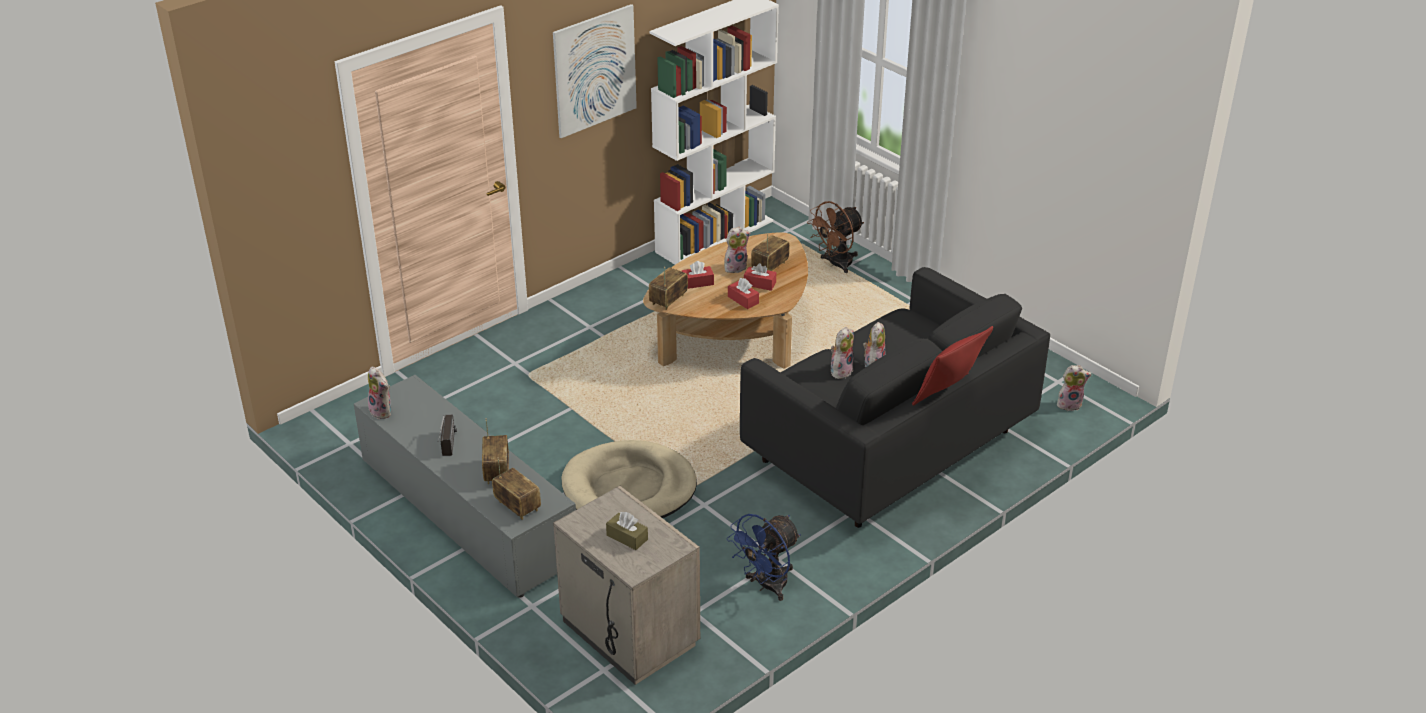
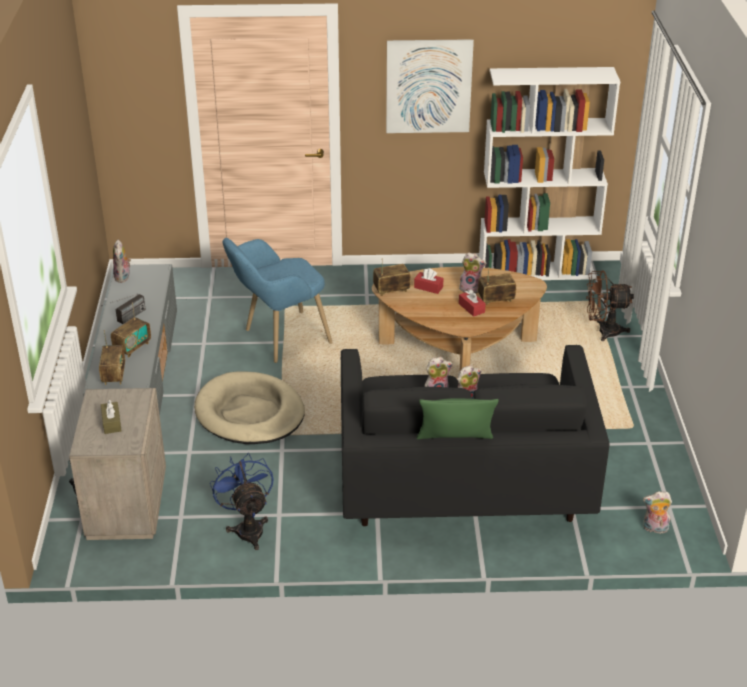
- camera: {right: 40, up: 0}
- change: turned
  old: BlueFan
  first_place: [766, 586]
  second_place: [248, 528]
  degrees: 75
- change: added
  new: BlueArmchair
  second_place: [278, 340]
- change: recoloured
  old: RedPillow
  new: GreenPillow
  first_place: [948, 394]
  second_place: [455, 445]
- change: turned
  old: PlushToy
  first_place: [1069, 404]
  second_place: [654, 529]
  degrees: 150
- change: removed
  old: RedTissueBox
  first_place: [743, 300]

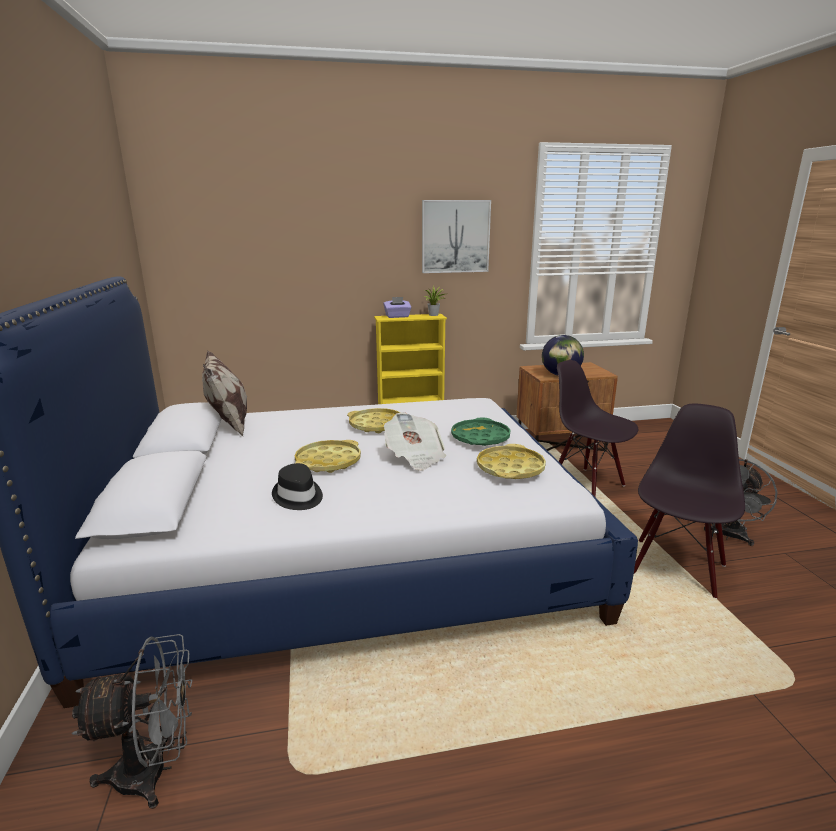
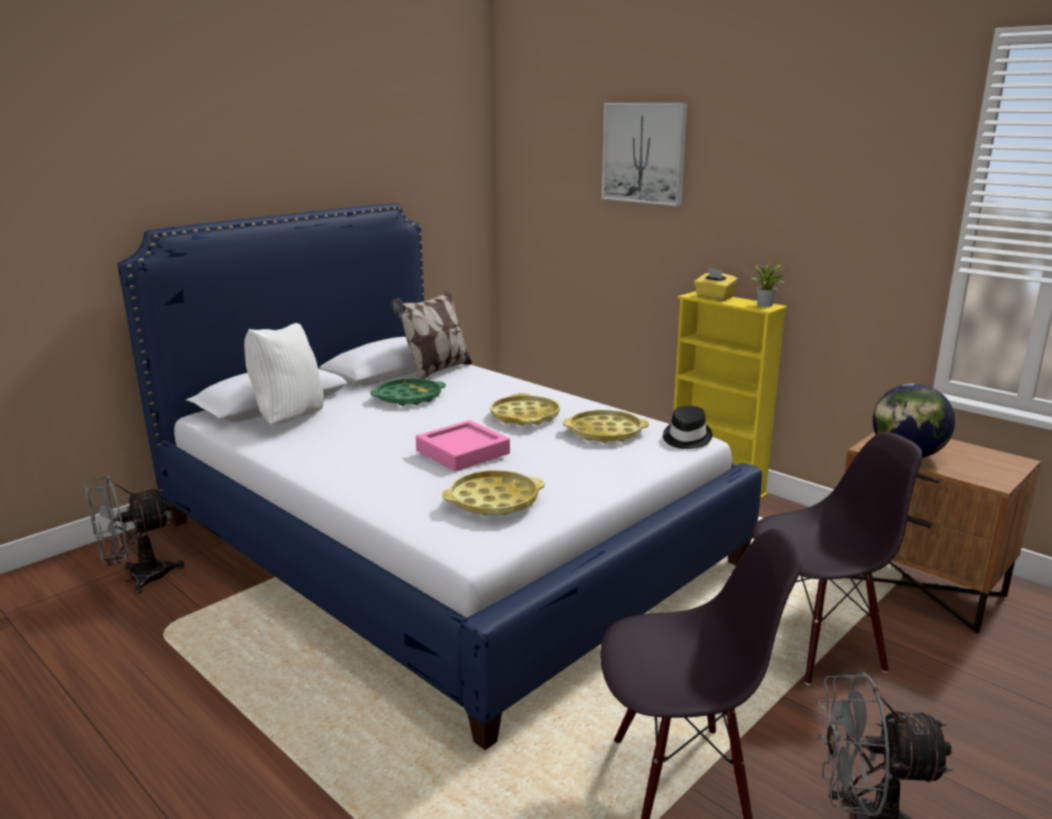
- camera: {right: 55, up: 0}
- change: turned
  old: GreyFan
  first_place: [155, 771]
  second_place: [138, 579]
  degrees: 105
- change: added
  new: WhitePillow
  second_place: [288, 419]
- change: moved
  old: GreenTray
  first_place: [480, 438]
  second_place: [408, 397]
- change: replaced
  old: Newspaper
  new: PinkTray
  first_place: [414, 456]
  second_place: [463, 452]
- change: moved
  old: YellowTray
  first_place: [328, 461]
  second_place: [605, 432]
- change: moved
  old: Picture
  first_place: [455, 236]
  second_place: [644, 153]
- change: moved
  old: BlackHat
  first_place: [298, 496]
  second_place: [686, 438]
- change: recoloured
  old: PurpleTissueBox
  new: YellowTissueBox
  first_place: [397, 316]
  second_place: [714, 297]
- change: turned
  old: BlackChair
  first_place: [587, 486]
  second_place: [816, 645]
  degrees: 60

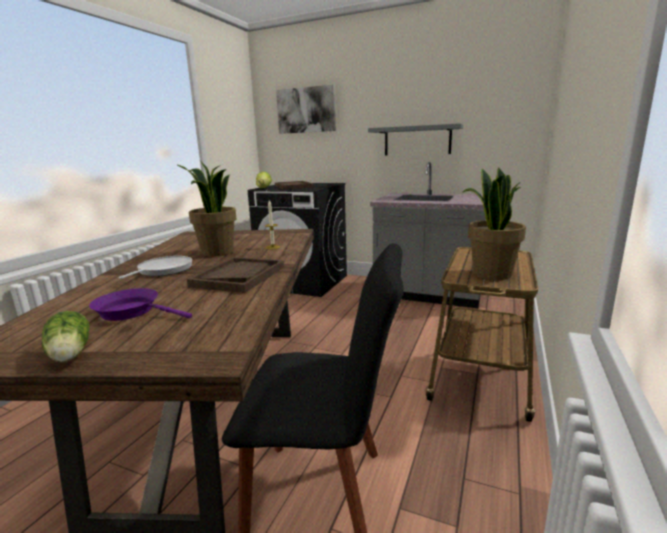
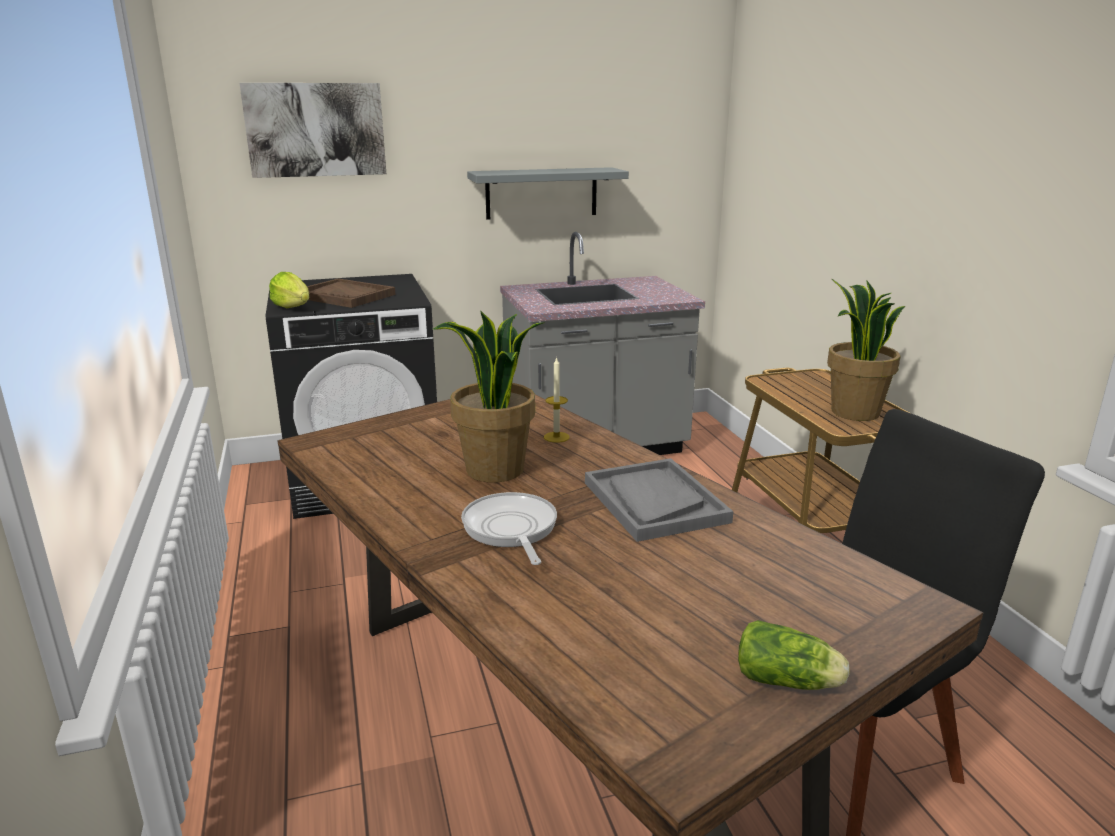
- camera: {right: -40, up: 5}
- change: recoloured
  old: BrownTray
  new: GreyTray
  first_place: [239, 276]
  second_place: [654, 502]
- change: removed
  old: PurpleFryingPan
  first_place: [132, 311]

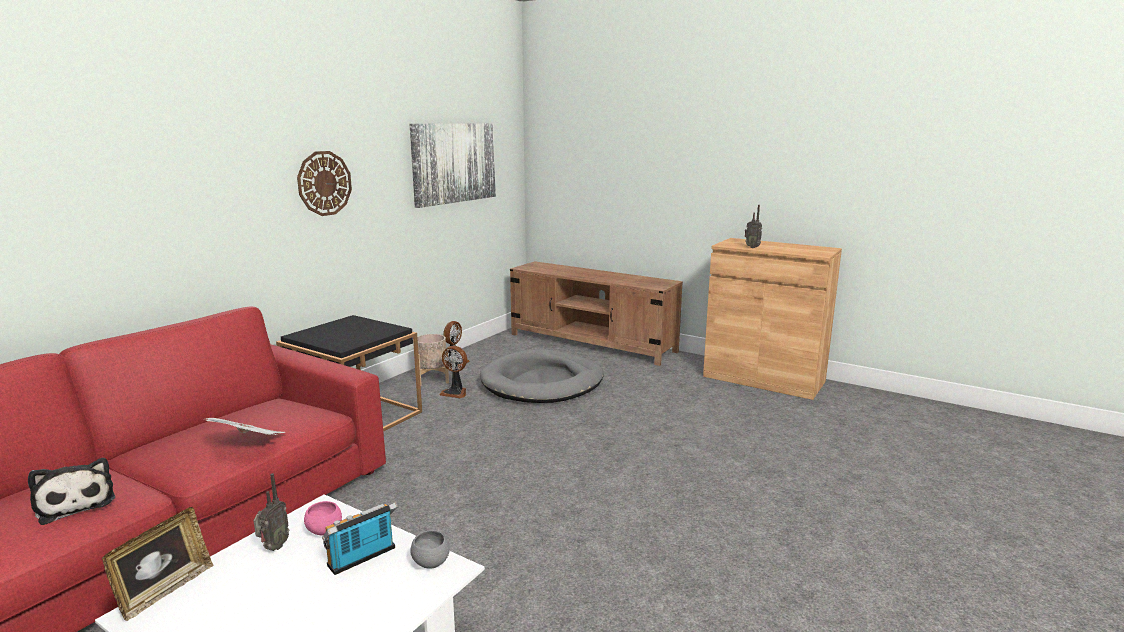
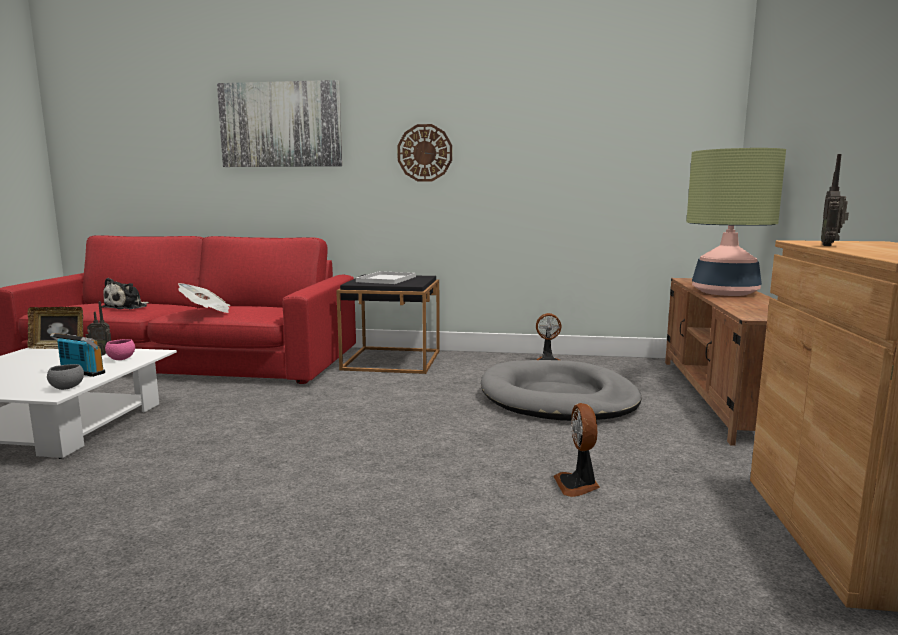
- camera: {right: 65, up: -5}
- change: moved
  old: Picture
  first_place: [454, 163]
  second_place: [280, 125]
- change: added
  new: WhiteTray
  second_place: [386, 279]
- change: moved
  old: Fan
  first_place: [455, 392]
  second_place: [578, 485]
- change: added
  new: TableLamp
  second_place: [725, 292]
- change: removed
  old: BeigePlanter
  first_place: [432, 379]

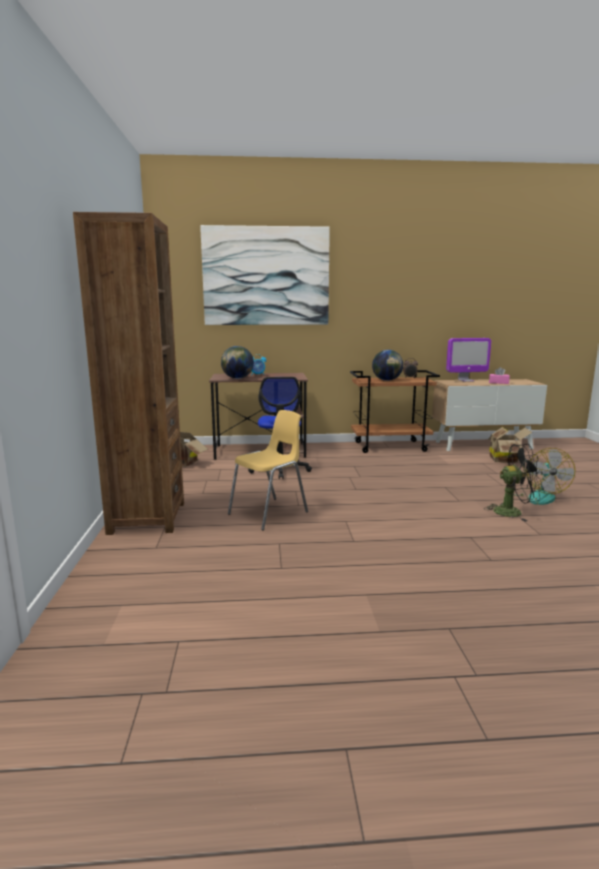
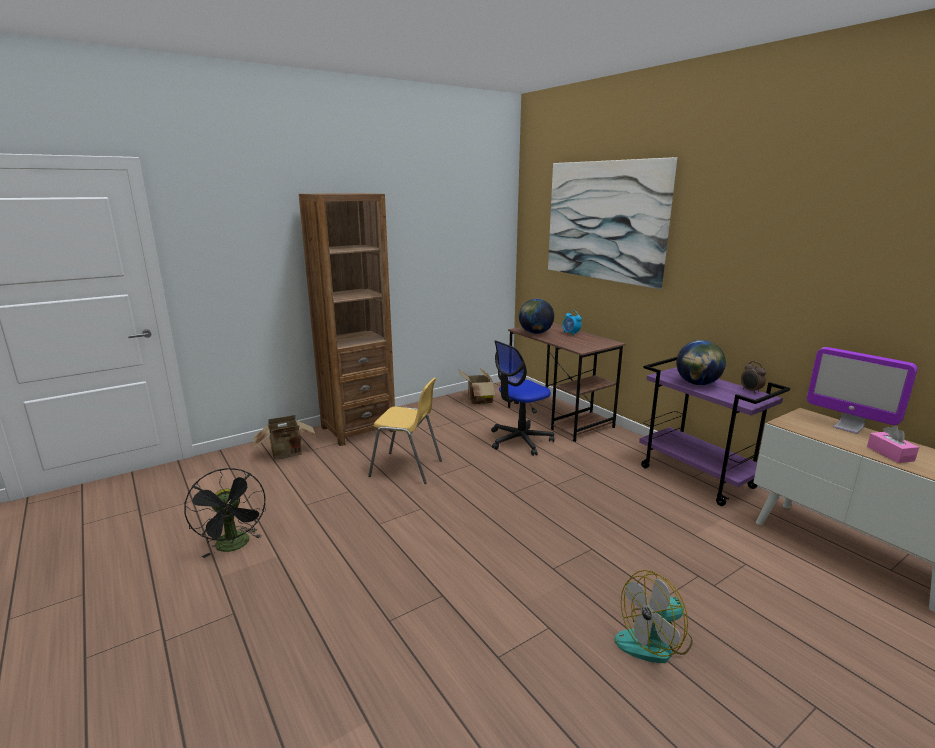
- camera: {right: 60, up: 5}
- change: moved
  old: BlackFan
  first_place: [513, 512]
  second_place: [235, 546]
- change: moved
  old: CardboardBox
  first_place: [505, 459]
  second_place: [288, 454]
- change: recoloured
  old: BrownCart
  new: PurpleCart
  first_place: [390, 446]
  second_place: [698, 477]

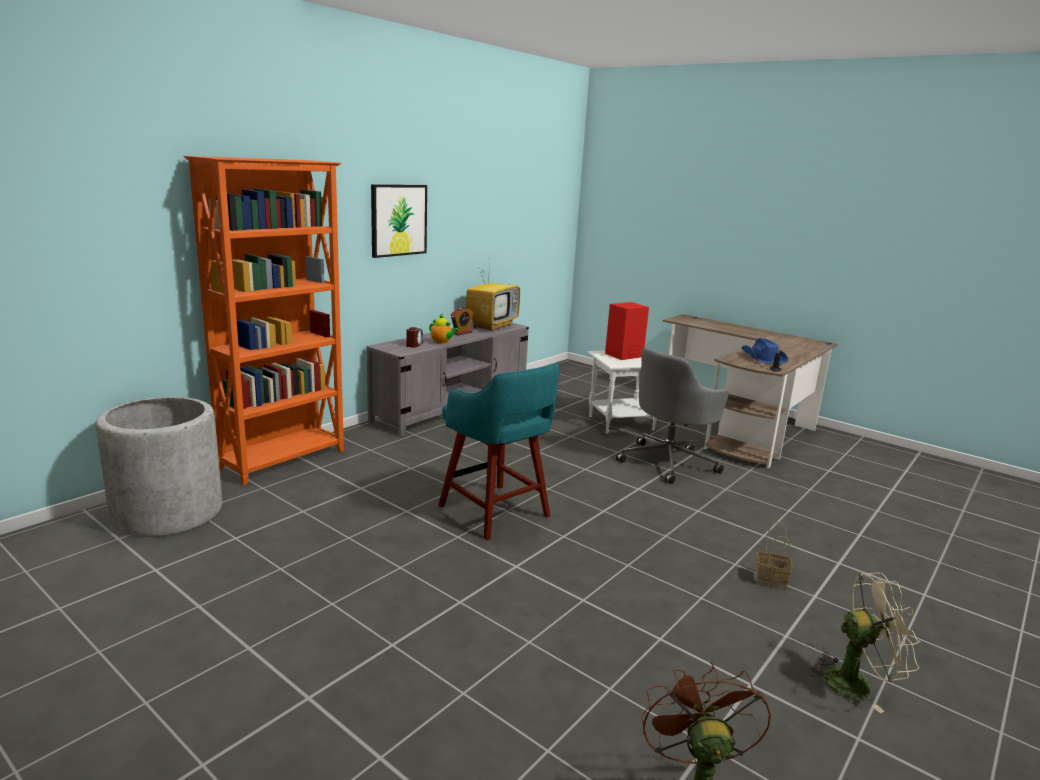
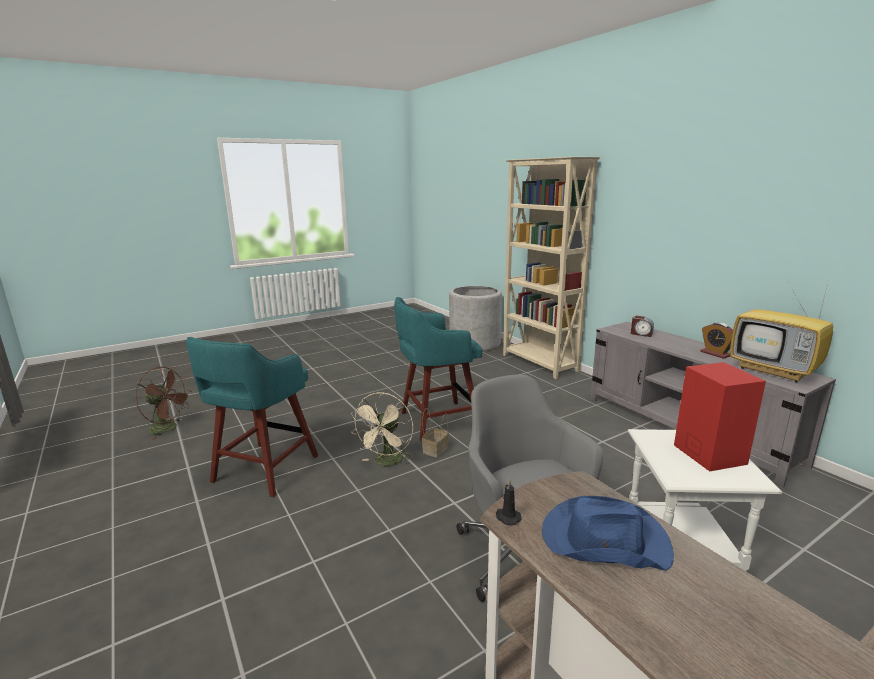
- camera: {right: 110, up: 0}
- change: added
  new: TurquoiseStool
  second_place: [263, 470]
- change: moved
  old: BeigeFan
  first_place: [856, 682]
  second_place: [387, 463]
- change: moved
  old: Basket
  first_place: [771, 580]
  second_place: [435, 450]
- change: recoloured
  old: OrangeBookcase
  new: BeigeBookcase
  first_place: [284, 460]
  second_place: [539, 363]
- change: removed
  old: Picture
  first_place: [398, 220]
- change: removed
  old: Teapot
  first_place: [442, 342]

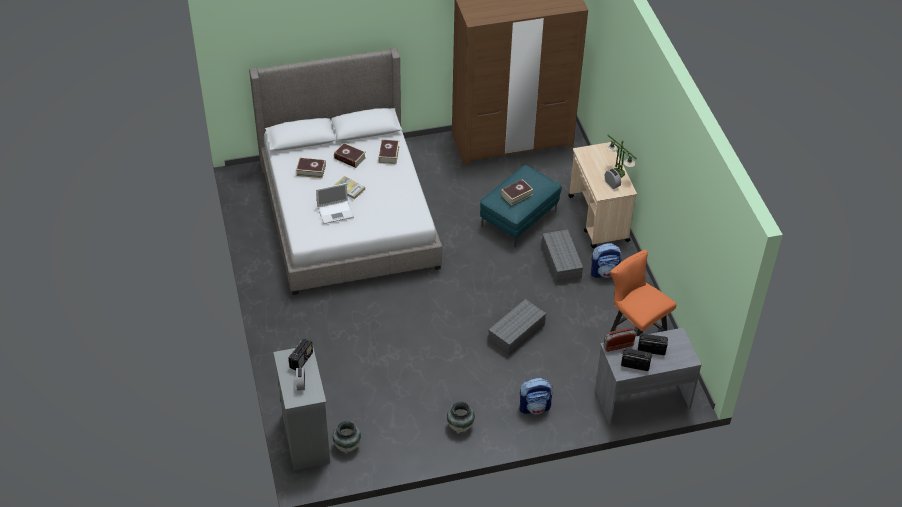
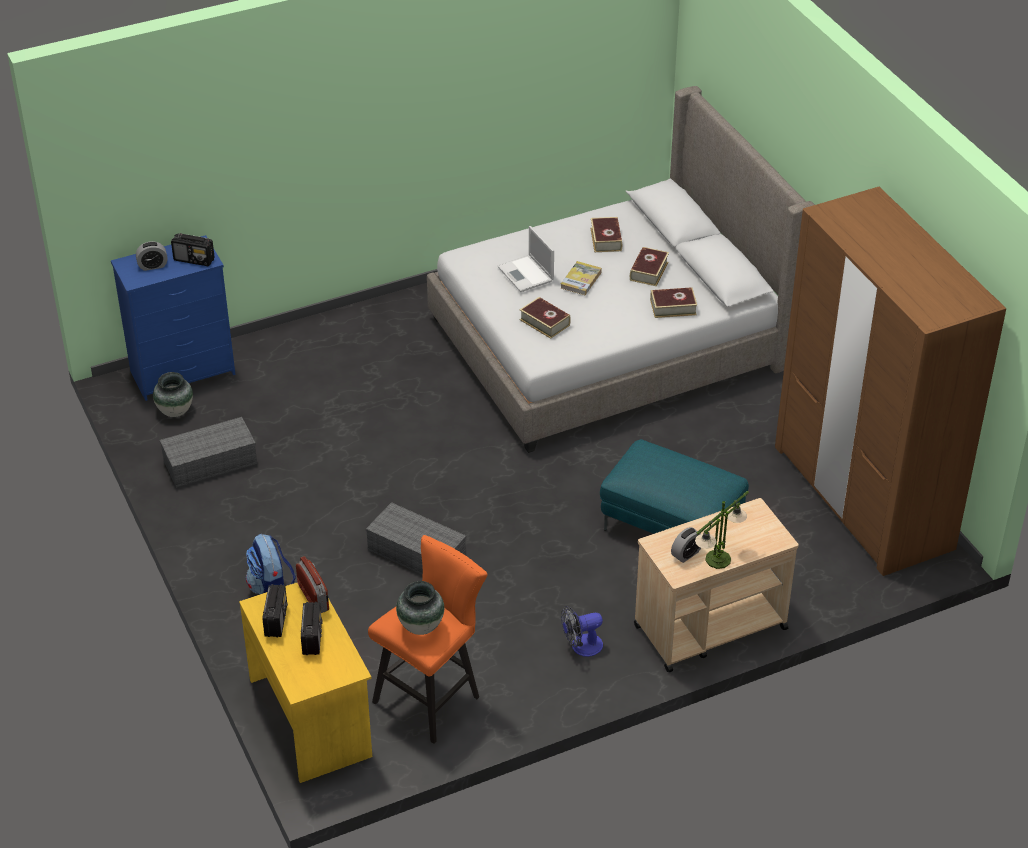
- camera: {right: 80, up: -5}
- change: recoloured
  old: GreyDresser
  new: BlueDresser
  first_place: [306, 438]
  second_place: [184, 373]
- change: moved
  old: GreyStorageBox
  first_place: [562, 262]
  second_place: [209, 463]
- change: recoloured
  old: GreyDesk
  new: YellowDesk
  first_place: [641, 398]
  second_place: [311, 717]
- change: moved
  old: Vase
  first_place: [460, 426]
  second_place: [420, 626]
- change: moved
  old: Book
  first_place: [516, 195]
  second_place: [544, 322]
- change: replaced
  old: Backpack
  new: Fan
  first_place: [604, 272]
  second_place: [581, 646]

